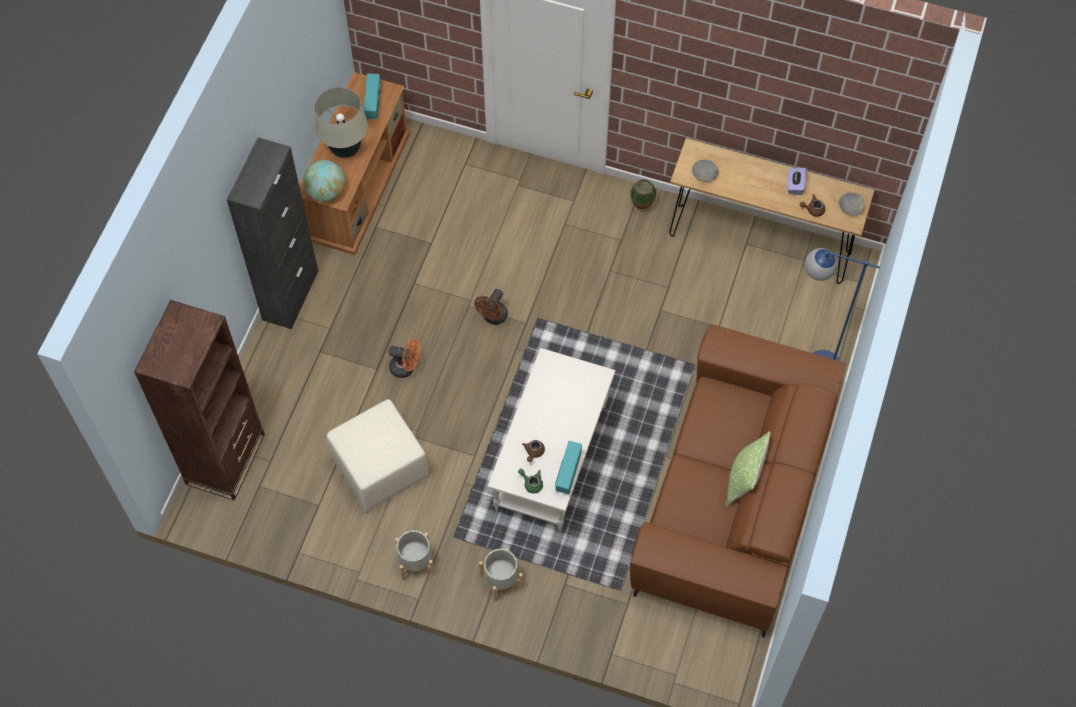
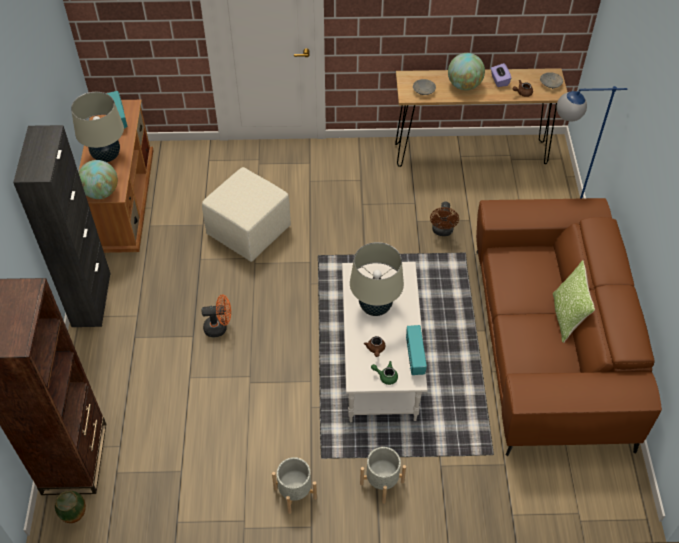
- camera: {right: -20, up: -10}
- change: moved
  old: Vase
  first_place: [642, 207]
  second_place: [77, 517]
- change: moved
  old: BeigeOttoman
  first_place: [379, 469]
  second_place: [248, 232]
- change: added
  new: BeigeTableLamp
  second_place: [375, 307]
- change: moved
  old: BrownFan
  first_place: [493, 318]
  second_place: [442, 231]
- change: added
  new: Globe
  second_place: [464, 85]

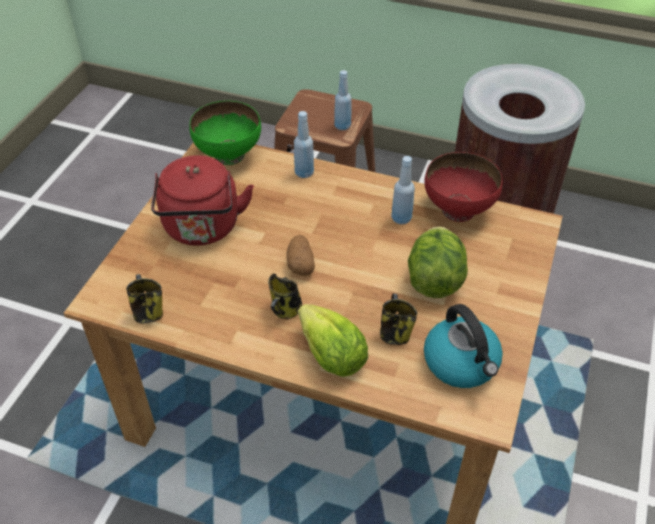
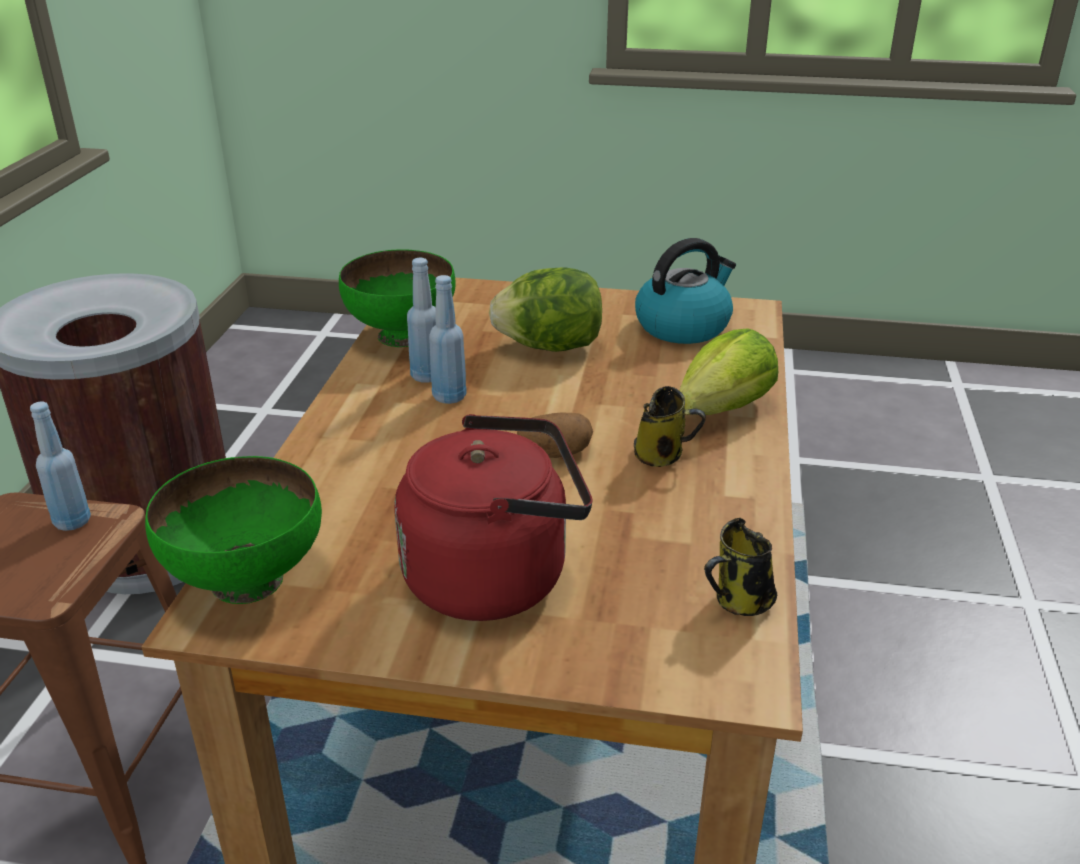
- camera: {right: -100, up: -15}
- change: recoloured
  old: RedBowl
  new: GreenBowl
  first_place: [459, 210]
  second_place: [401, 335]
- change: moved
  old: BlueBottle
  first_place: [304, 173]
  second_place: [449, 397]
- change: removed
  old: Mug
  first_place: [394, 333]

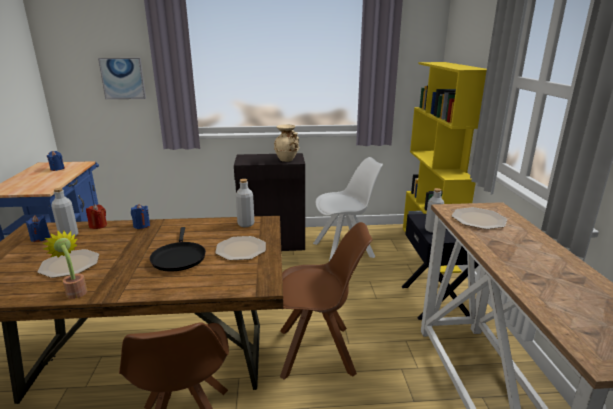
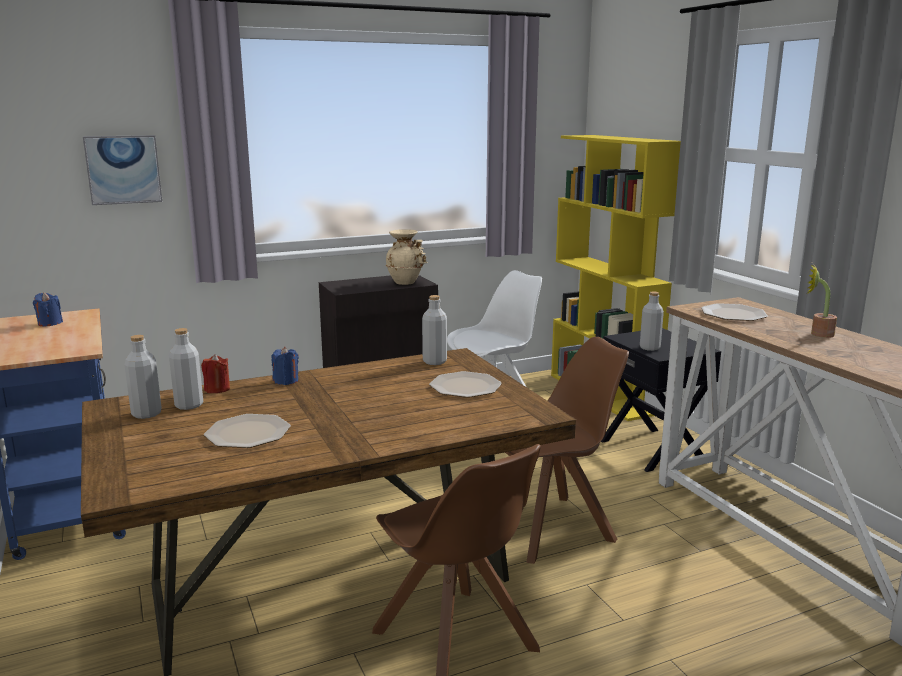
- camera: {right: -20, up: -5}
- change: replaced
  old: BlueCandle
  new: GreyBottle
  first_place: [40, 238]
  second_place: [146, 414]
- change: moved
  old: PottedPlant
  first_place: [75, 291]
  second_place: [817, 334]
- change: removed
  old: BlackFryingPan
  first_place: [178, 257]

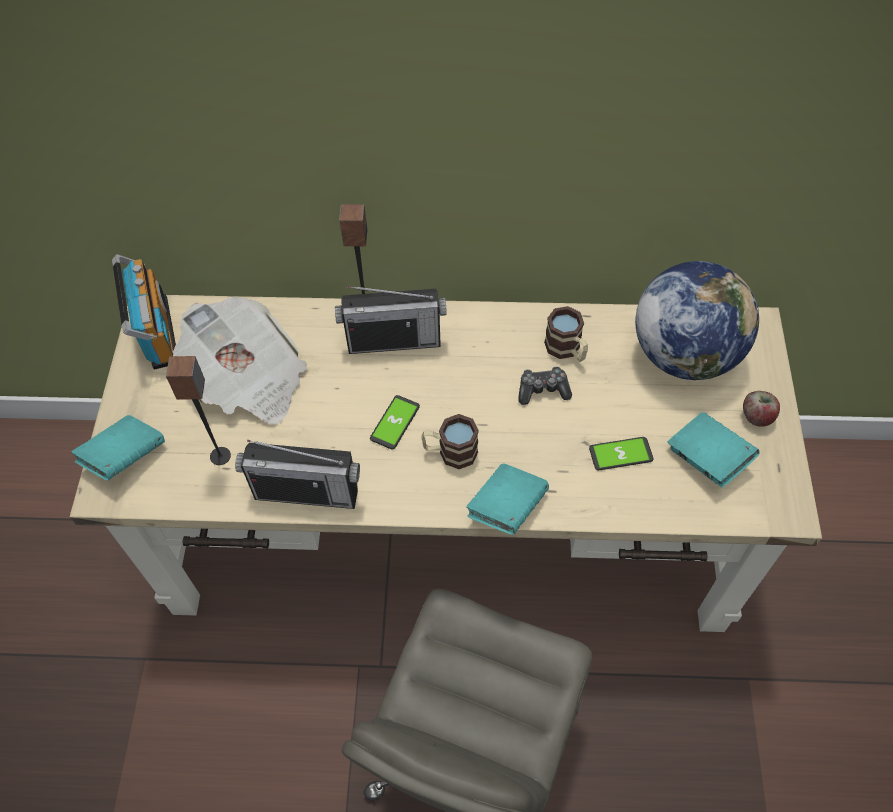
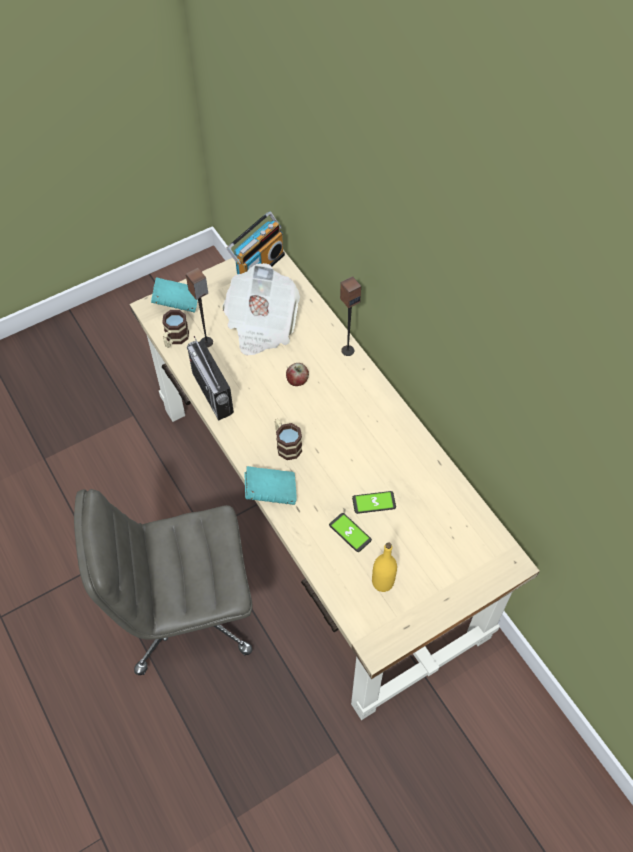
- camera: {right: 55, up: 0}
- change: moved
  old: Mug
  first_place: [567, 350]
  second_place: [175, 339]
- change: moved
  old: Apple
  first_place: [757, 416]
  second_place: [297, 380]
- change: moved
  old: Phone
  first_place: [395, 422]
  second_place: [374, 503]
- change: replaced
  old: TurquoiseBook
  new: YellowBottle
  first_place: [707, 458]
  second_place: [382, 582]
- change: removed
  old: Radio
  first_place: [394, 341]
- change: removed
  old: GameController
  first_place: [543, 390]
- change: removed
  old: Globe
  first_place: [684, 354]

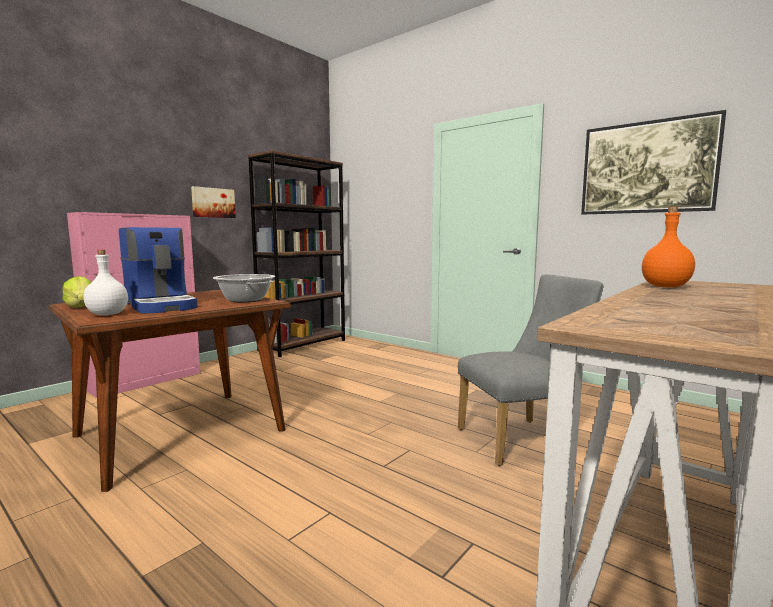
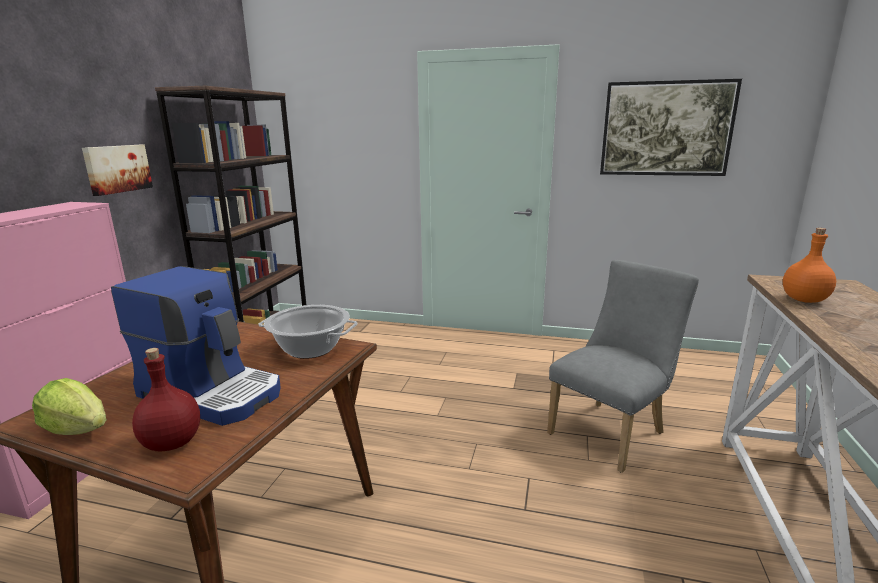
- camera: {right: -25, up: 10}
- change: recoloured
  old: WhiteBottle
  new: RedBottle
  first_place: [107, 314]
  second_place: [171, 443]

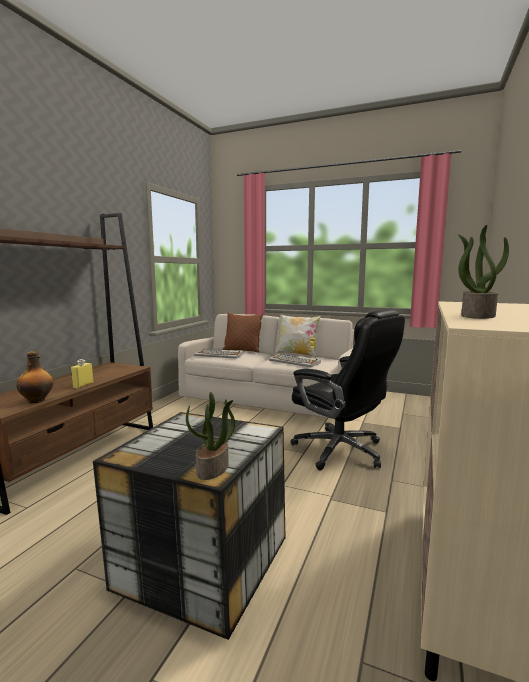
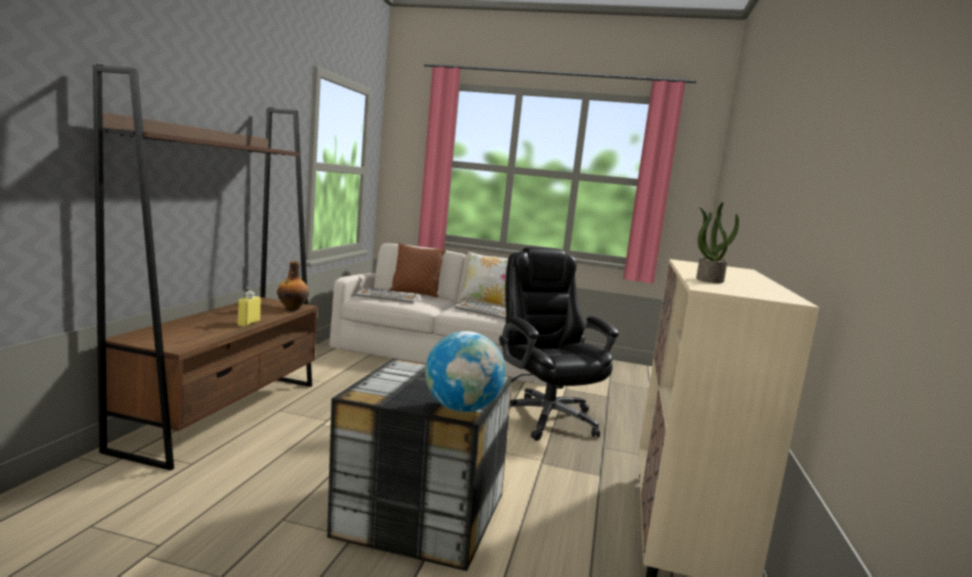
- camera: {right: -10, up: 0}
- change: moved
  old: Bottle
  first_place: [37, 400]
  second_place: [292, 309]
- change: replaced
  old: PottedPlant
  new: Globe
  first_place: [213, 469]
  second_place: [461, 408]
- change: turned
  old: BlackOfficeChair
  first_place: [341, 451]
  second_place: [545, 417]
  degrees: -150

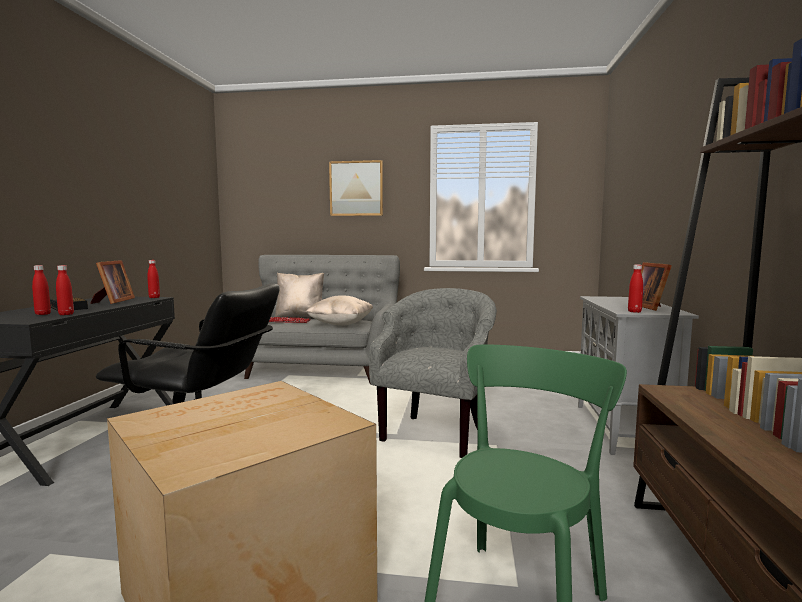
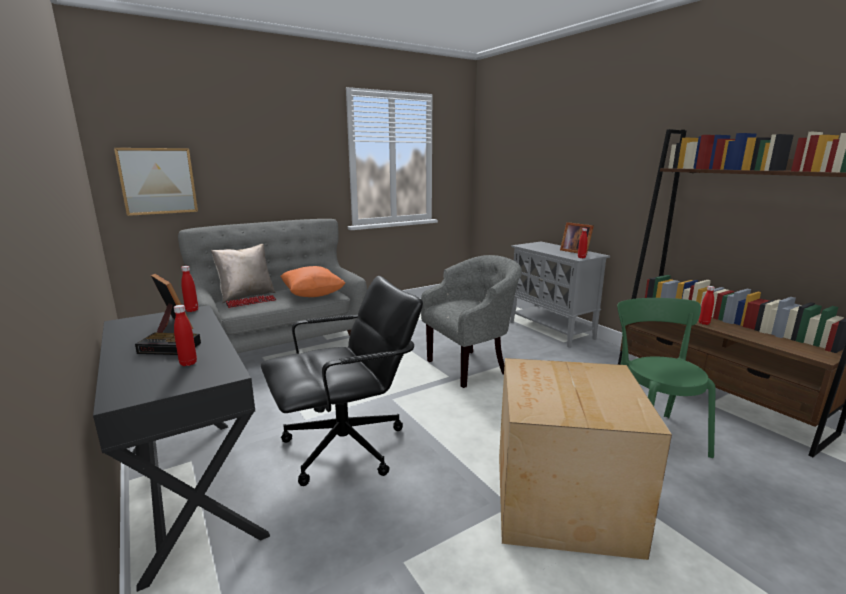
- camera: {right: -40, up: 10}
- change: moved
  old: Picture
  first_place: [356, 188]
  second_place: [158, 181]
- change: recoloured
  old: BeigePillow
  new: OrangePillow
  first_place: [341, 324]
  second_place: [313, 295]
- change: turned
  old: GreyArmchair
  first_place: [436, 433]
  second_place: [470, 366]
  degrees: 75
- change: moved
  old: RedBottle
  first_place: [66, 314]
  second_place: [704, 323]

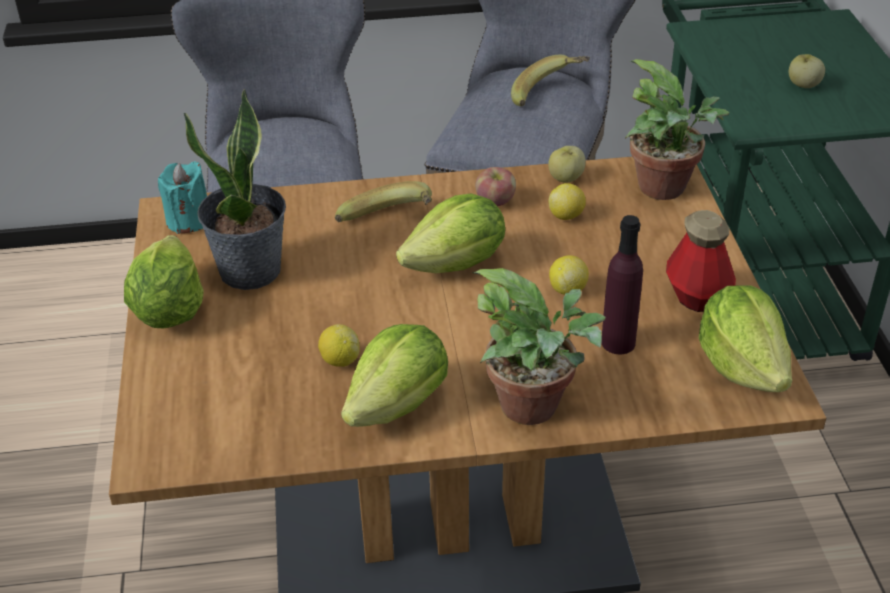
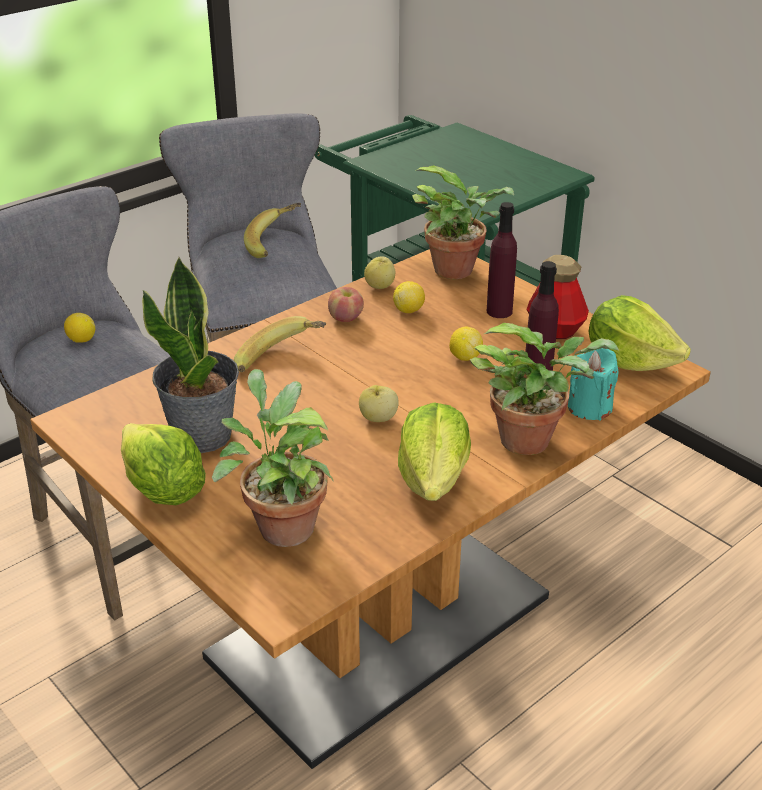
- camera: {right: -35, up: -5}
- change: moved
  old: Lemon
  first_place: [340, 360]
  second_place: [81, 340]
- change: added
  new: PottedPlant
  second_place: [281, 525]
- change: moved
  old: Apple
  first_place: [803, 85]
  second_place: [378, 418]
- change: added
  new: PurpleBottle
  second_place: [499, 311]
- change: moved
  old: TurquoiseCandle
  first_place: [188, 220]
  second_place: [589, 407]
- change: removed
  old: Lettuce
  first_place: [457, 265]

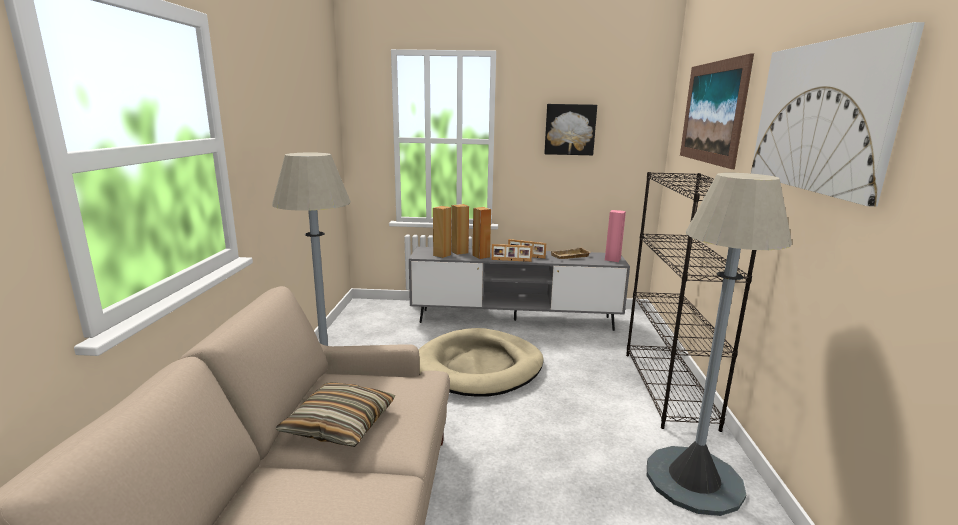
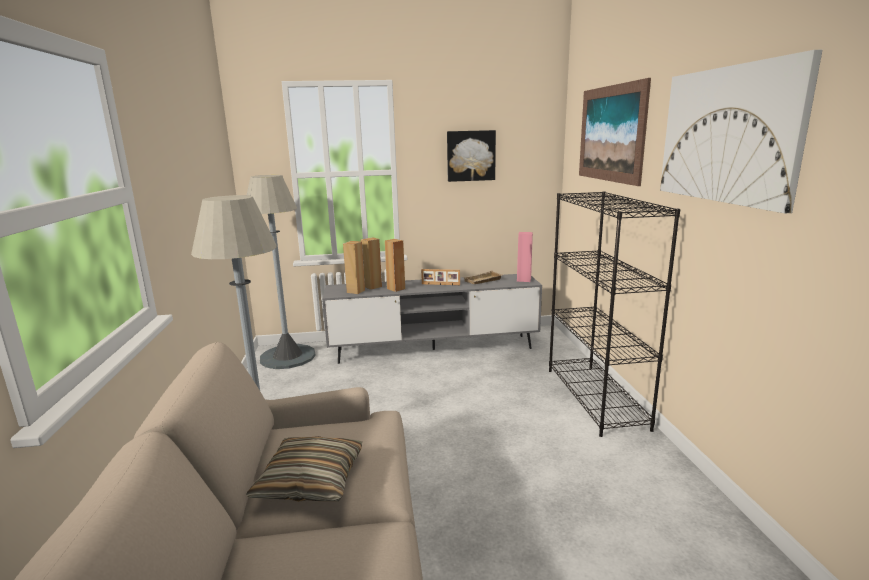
- camera: {right: -10, up: 0}
- change: moved
  old: GreyFloorLamp
  first_place: [694, 479]
  second_place: [288, 357]
- change: removed
  old: BeigeDogBed
  first_place: [479, 367]
- change: removed
  old: PictureFrame
  first_place: [511, 260]

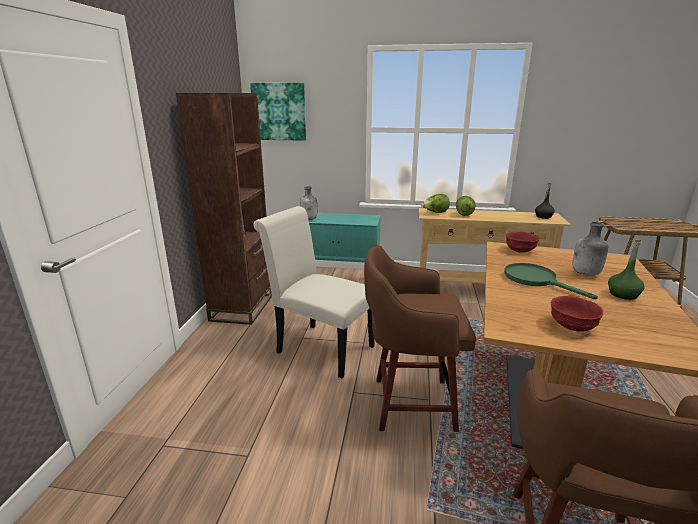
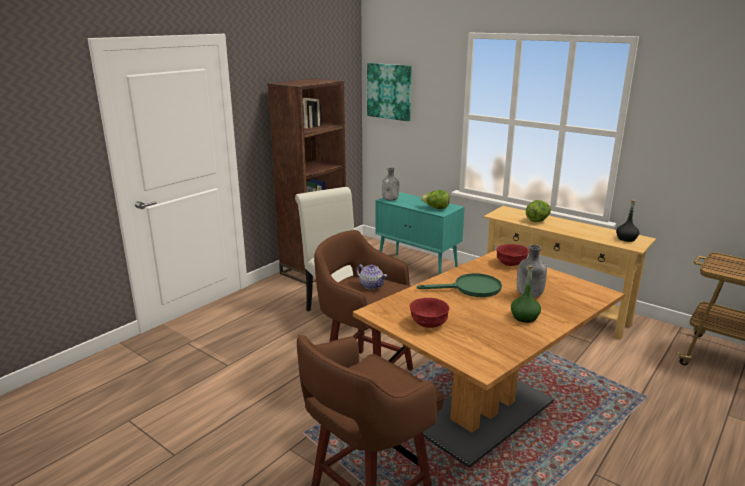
- camera: {right: 30, up: 0}
- change: added
  new: Teapot
  second_place: [372, 285]
- change: turned
  old: GreenFryingPan
  first_place: [536, 280]
  second_place: [470, 289]
  degrees: 90
- change: moved
  old: Lettuce
  first_place: [435, 213]
  second_place: [436, 208]

